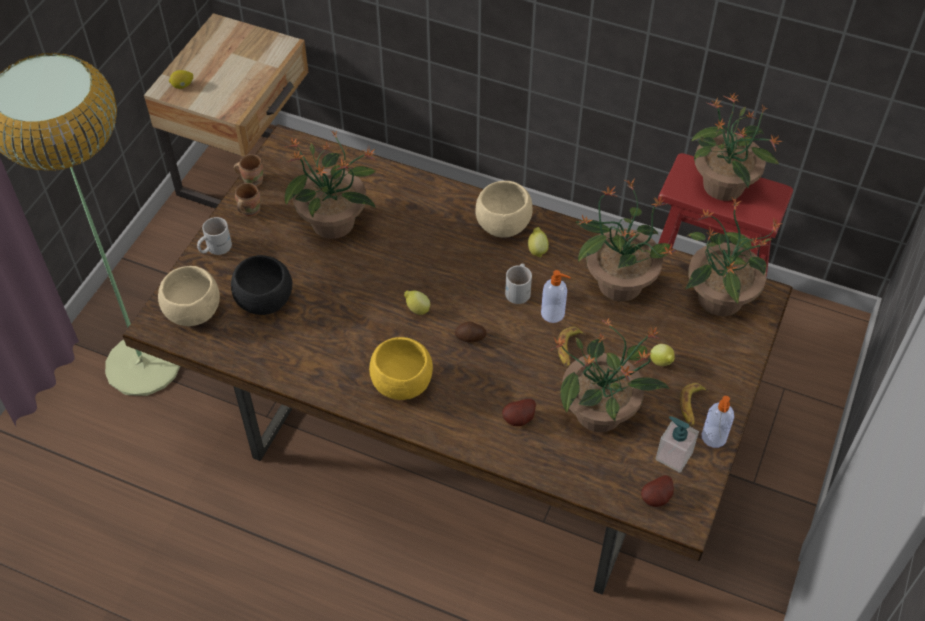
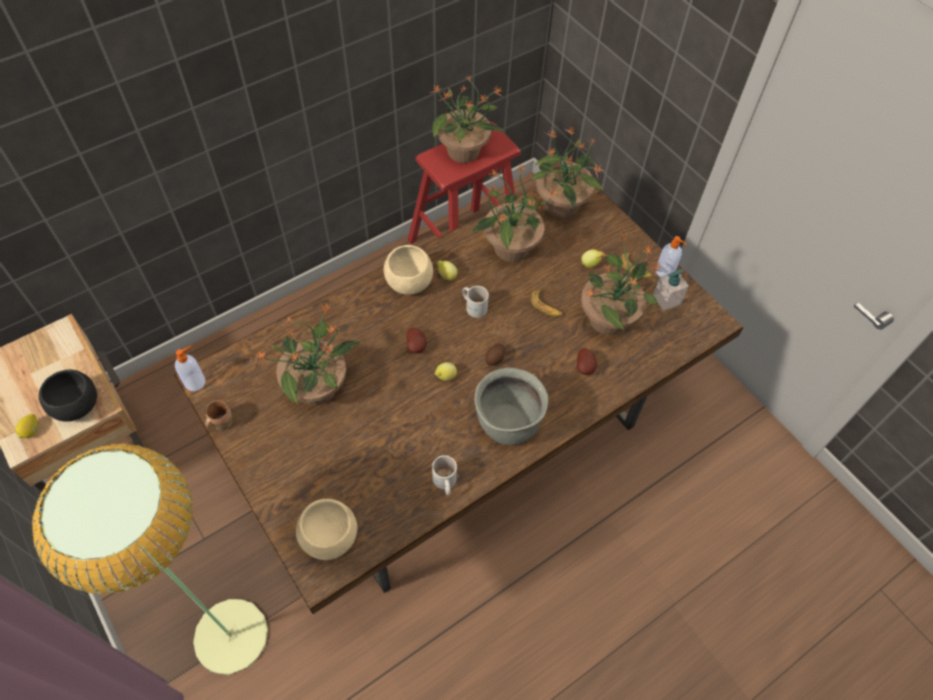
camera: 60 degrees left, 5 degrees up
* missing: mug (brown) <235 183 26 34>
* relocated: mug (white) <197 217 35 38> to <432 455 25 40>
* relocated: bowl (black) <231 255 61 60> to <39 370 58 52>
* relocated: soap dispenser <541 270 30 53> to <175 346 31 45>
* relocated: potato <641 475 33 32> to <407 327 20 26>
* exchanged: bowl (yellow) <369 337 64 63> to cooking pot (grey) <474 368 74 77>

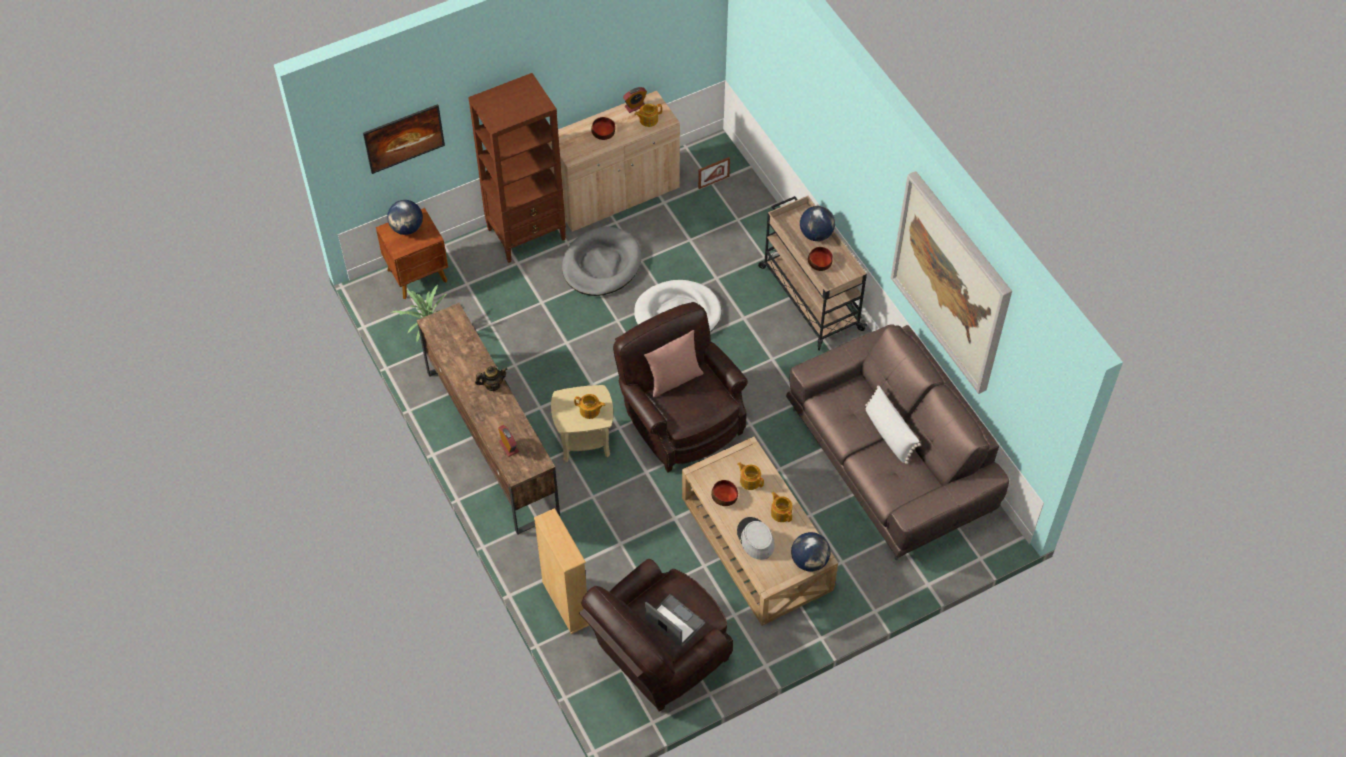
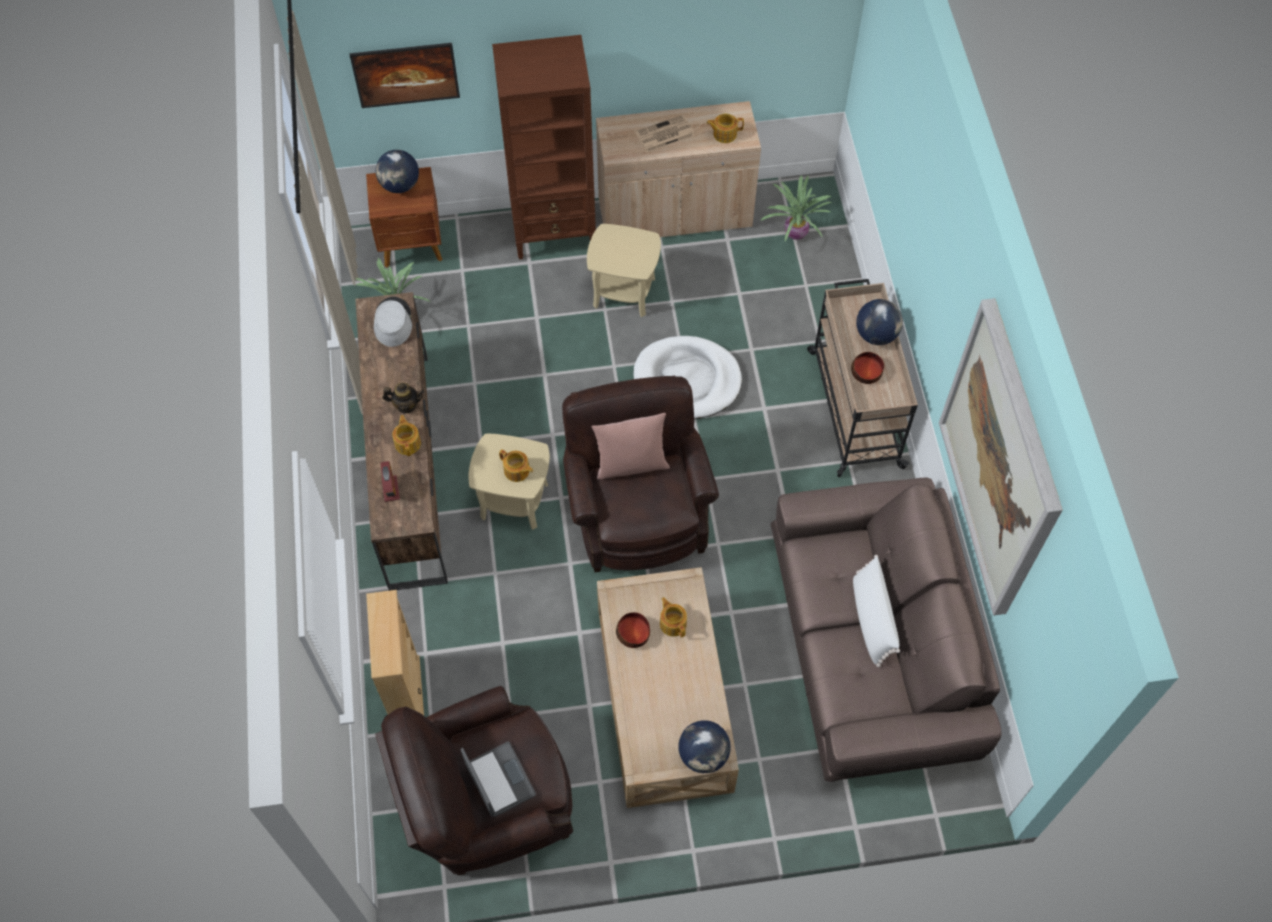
camera: 20 degrees right, 5 degrees up
* missing: alarm clock <623 87 24 26>
* relocated: hat (grey) <737 517 38 43> to <374 297 38 50>
* relocated: teapot <771 492 21 30> to <392 415 29 41>
* exchanged: dog bed (grey) <562 226 80 70> to side table (beige) <587 224 74 93>
* exchanged: bowl <591 117 24 23> to newspaper <635 115 60 37>
* exchanged: picture frame <698 157 32 32> to potted plant <760 175 72 66>

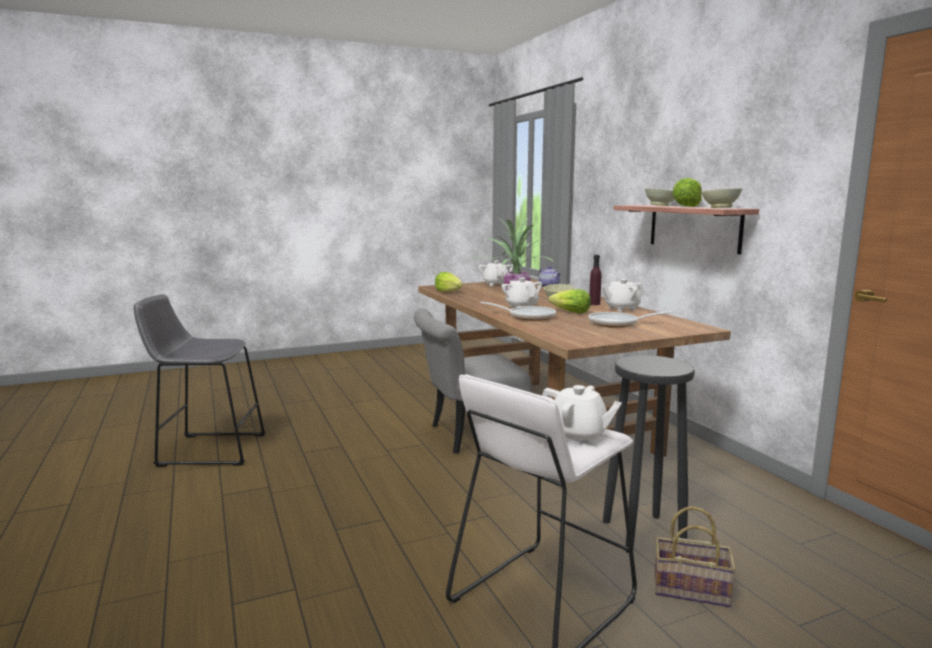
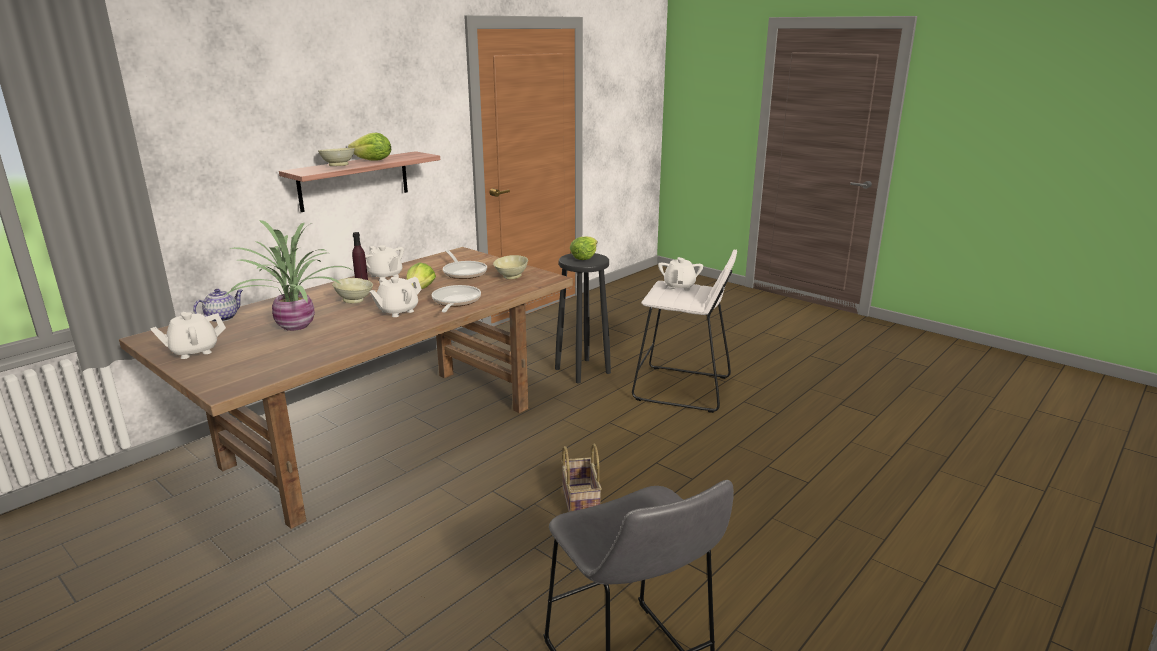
camera: 115 degrees left, 10 degrees up
* missing: chair (grey) <414 308 117 146>
* relocated: lettuce <435 272 27 20> to <570 237 27 23>
* relocated: basket <655 506 81 101> to <561 444 41 68>
* relocated: bowl (beige) <701 189 41 19> to <493 255 35 24>

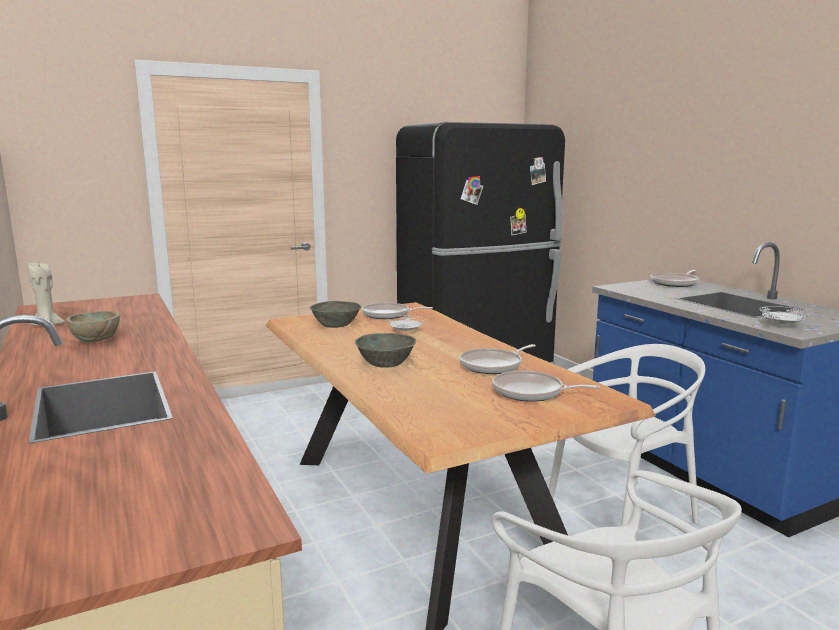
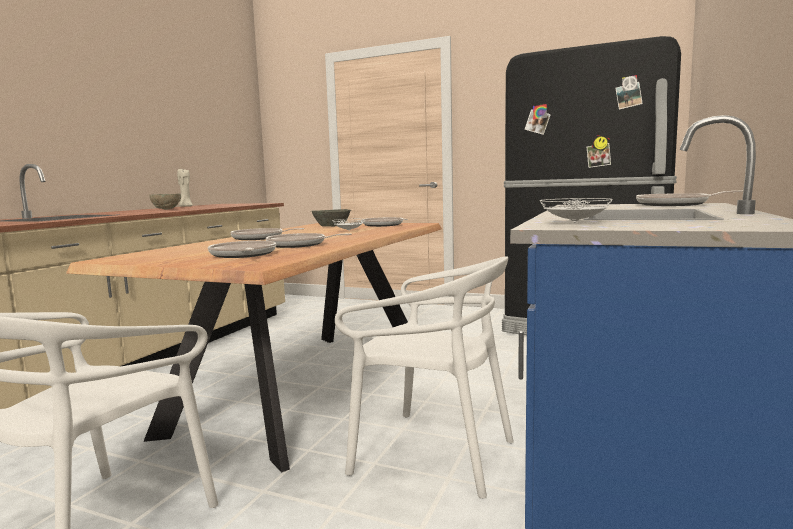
camera: 50 degrees right, 5 degrees down
* exchanged: bowl (grey) <355 333 61 35> to frying pan <230 228 74 12>

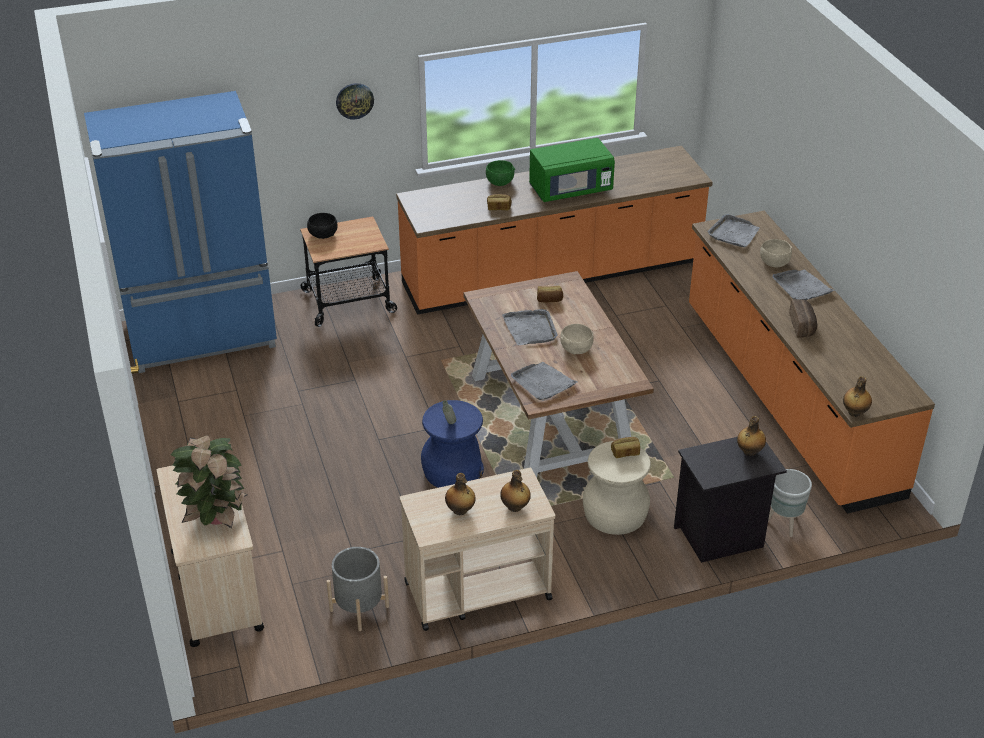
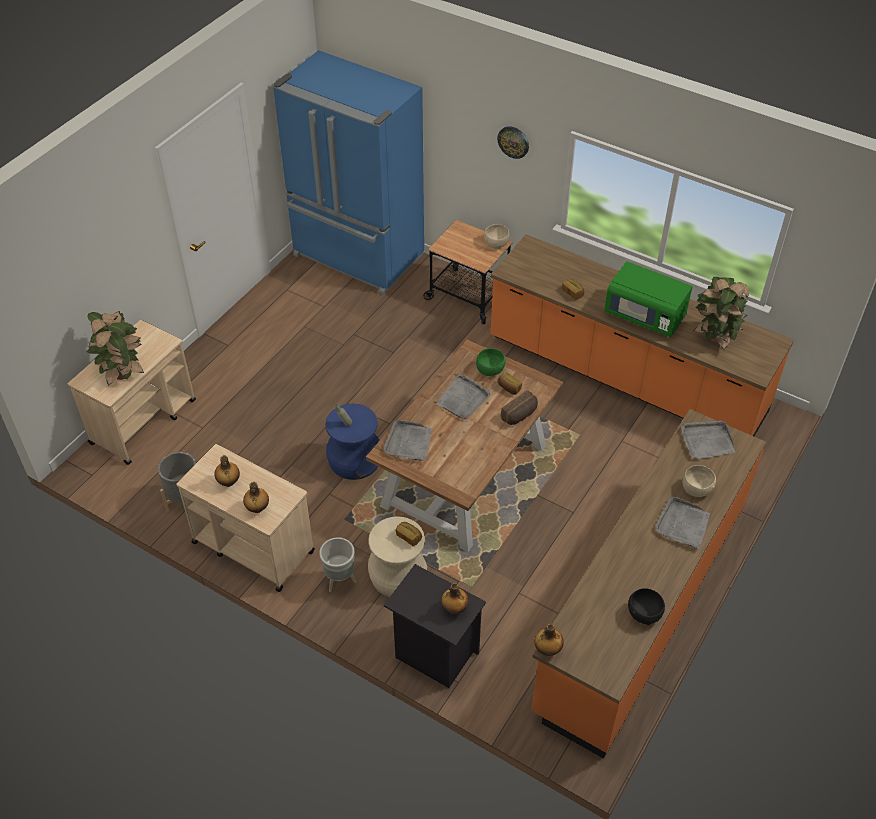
camera: 50 degrees right, 10 degrees up
* appeared: potted plant <693 277 56 73>
* relocated: bowl (black) <307 213 30 26> to <628 588 37 37>
* relocated: bowl (green) <486 160 29 26> to <476 348 30 28>
* relocated: bowl (beige) <560 324 34 30> to <484 224 26 25>
* relocated: planter (grey) <768 469 44 68> to <319 537 38 55>
* relocated: bread <789 299 28 39> to <501 390 37 35>

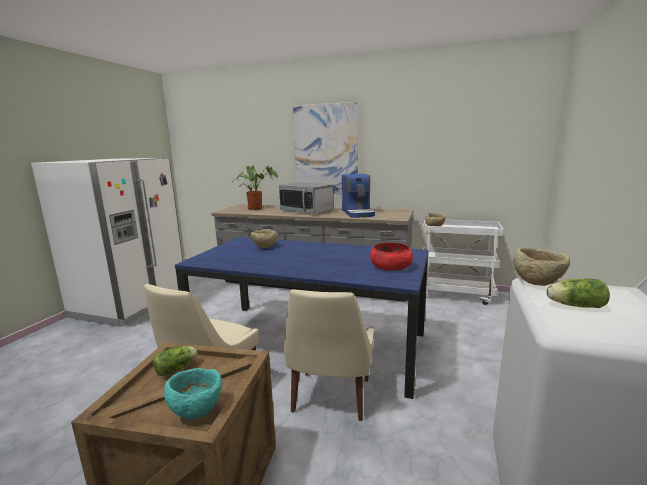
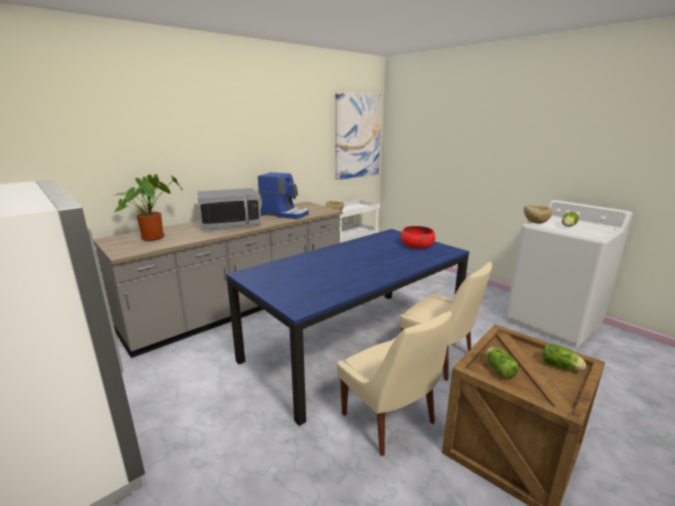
camera: 60 degrees left, 5 degrees up
* missing: bowl (beige) <251 229 26 19>
* relocated: picture <293 102 65 92> to <335 92 47 88>
* exchanged: bowl (turquoise) <164 368 58 52> to lettuce <542 343 44 28>

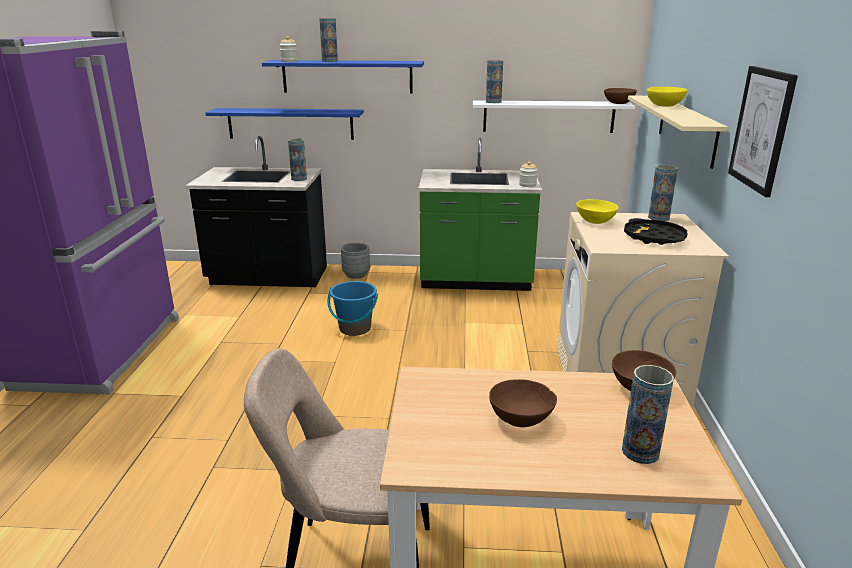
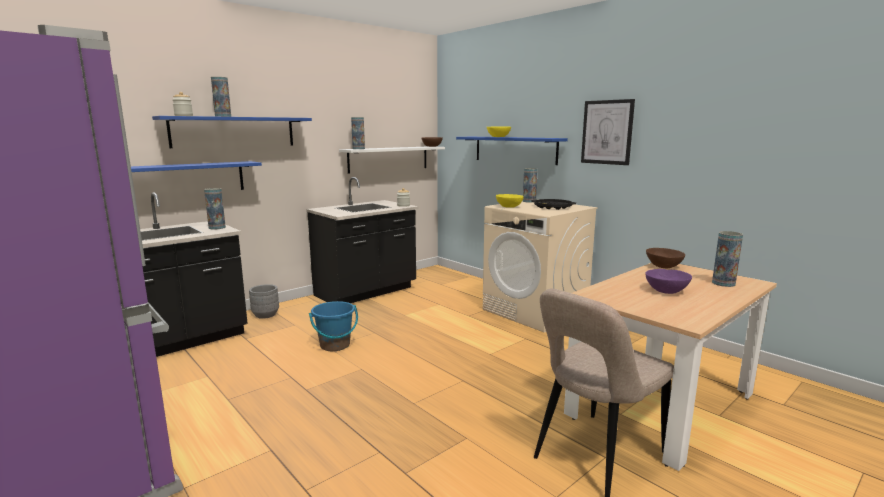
camera: 45 degrees left, 10 degrees down
* colour: counter (green) <419 138 123 153> to counter (black) <306 177 113 126>
* colour: bowl (brown) <489 379 68 48> to bowl (purple) <645 269 47 25>
* colour: shelf (beige) <628 96 100 73> to shelf (blue) <456 137 112 28>

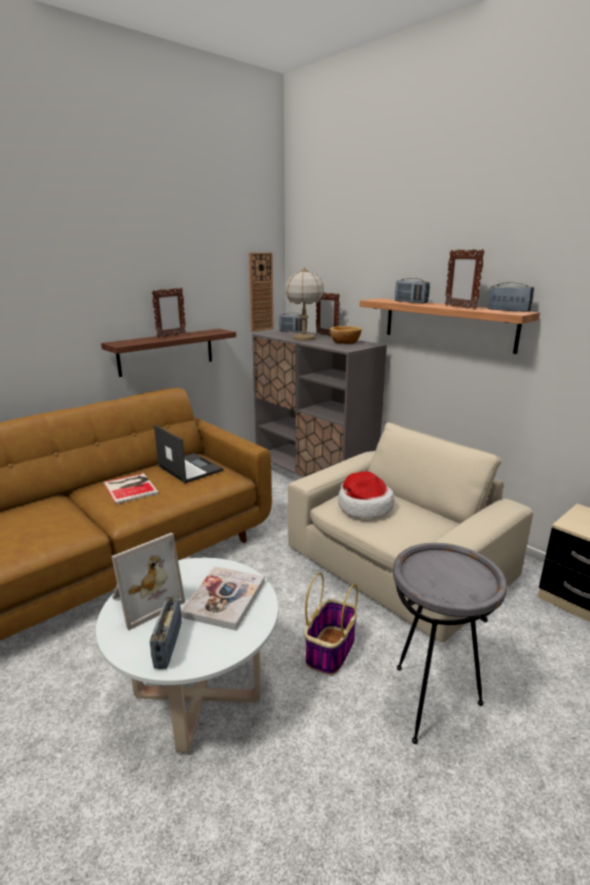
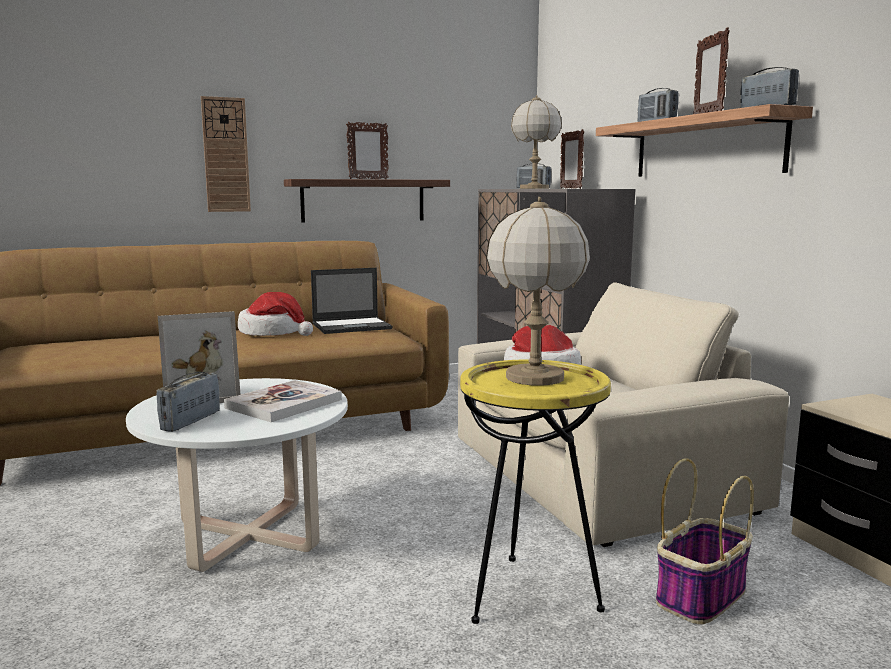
camera: 20 degrees right, 10 degrees down
* missing: bowl <330 326 32 18>
* appeared: table lamp <486 197 104 189>
* relocated: wall clock <249 252 25 80> to <201 96 50 116>
* relocated: basket <304 573 54 102> to <656 458 98 167>
* exchanged: book <103 473 56 31> to hat <238 292 75 44>
* colour: side table (grey) <393 543 114 201> to side table (yellow) <460 360 151 264>
* spun: laptop <154 425 69 58> = <311 268 82 66> 90 degrees clockwise

